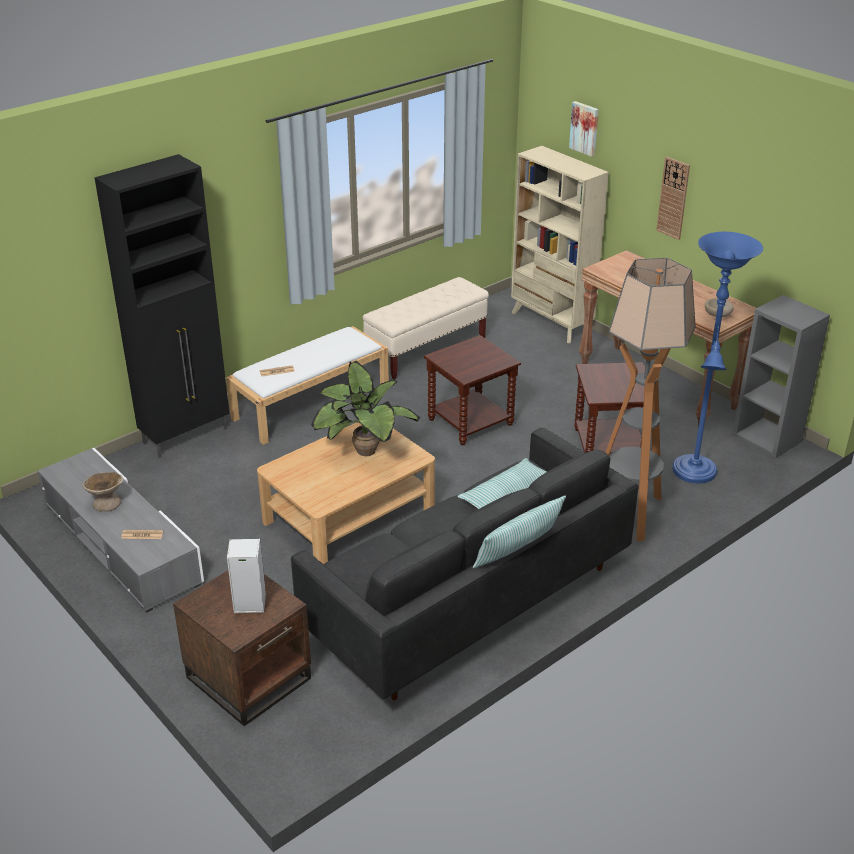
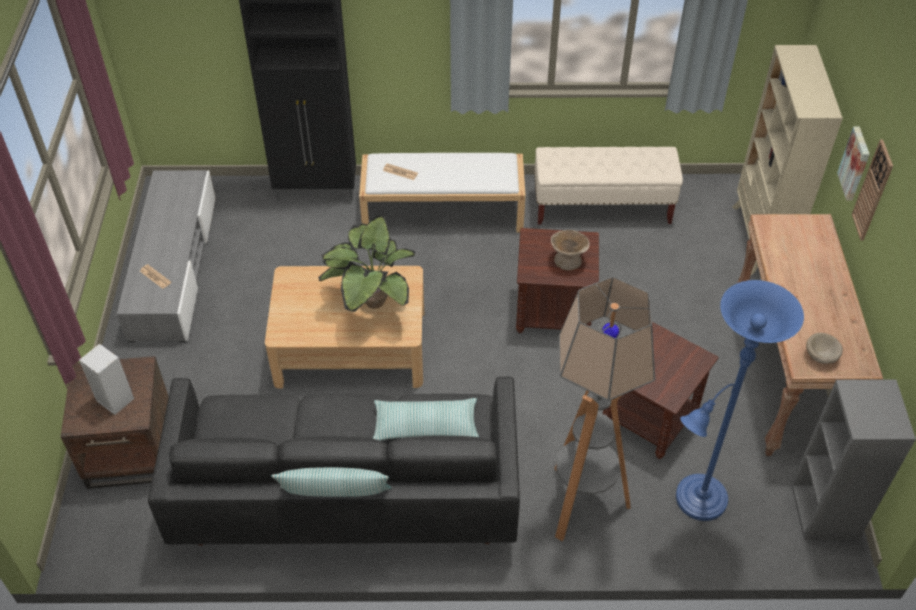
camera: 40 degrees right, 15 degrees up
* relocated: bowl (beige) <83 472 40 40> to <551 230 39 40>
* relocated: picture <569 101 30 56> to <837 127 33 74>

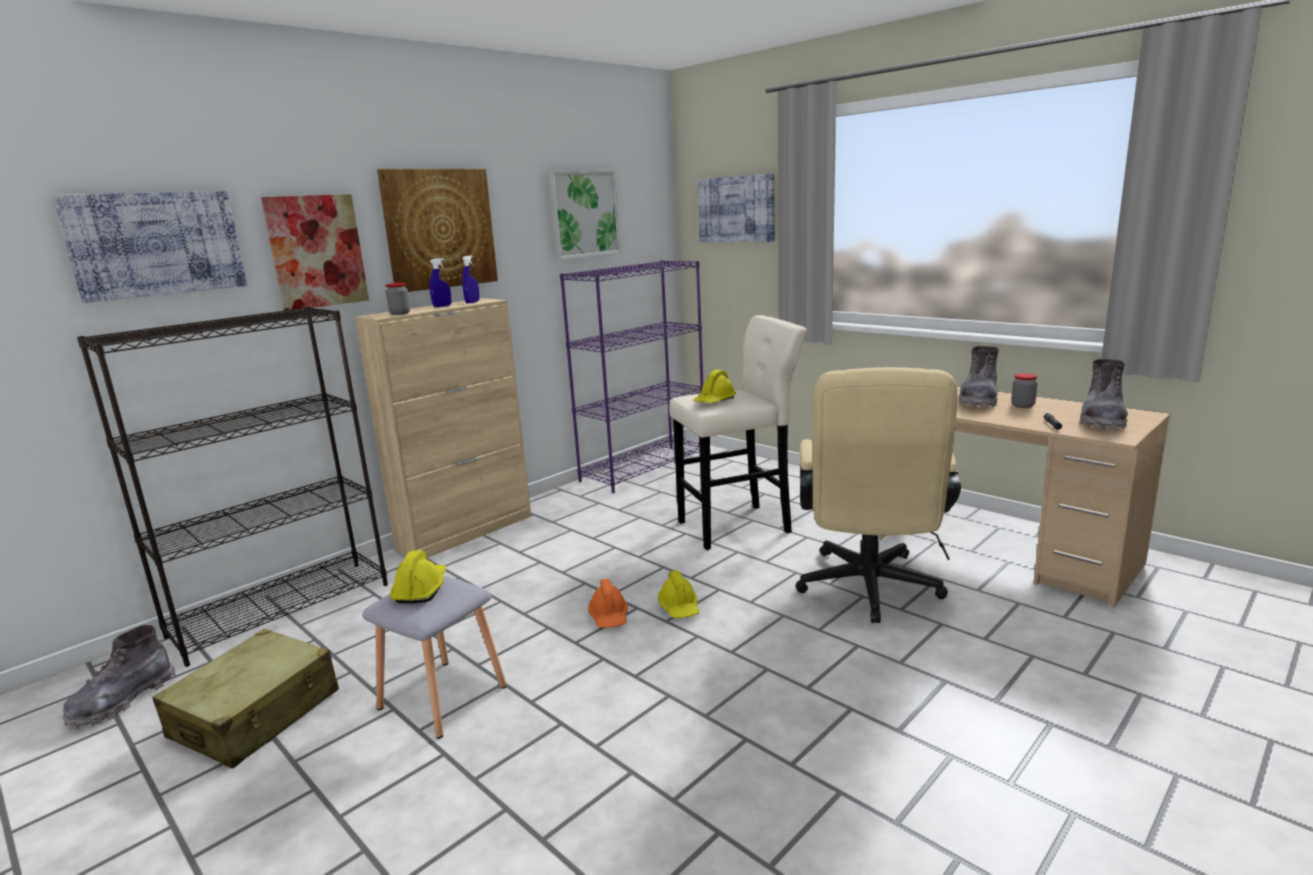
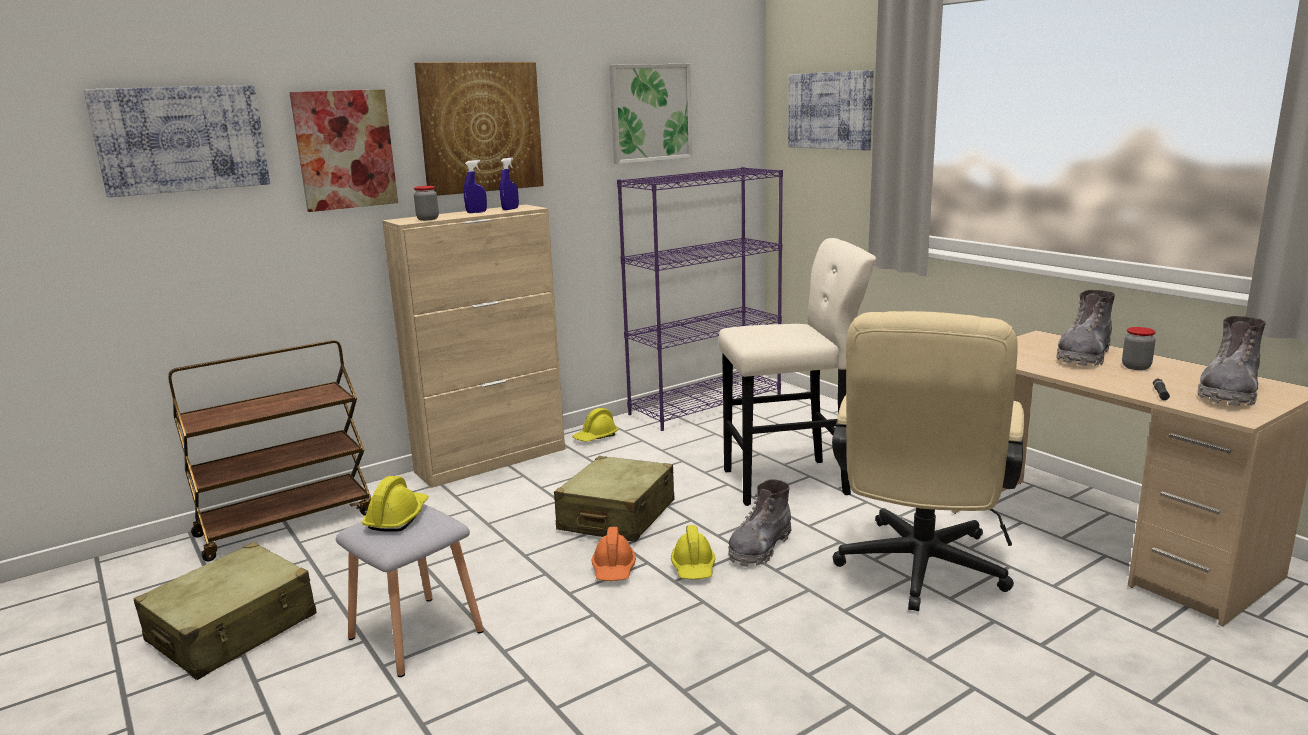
camera: 10 degrees right, 0 degrees up
* appeared: suitcase (beige) <554 456 120 86>
* relocated: boot (grey) <63 625 113 105> to <728 479 64 88>
* relocated: hard hat (yellow) <694 370 43 33> to <572 408 47 34>
* exchanged: bookcase (black) <77 307 311 360> to cart (brown) <168 340 203 222>

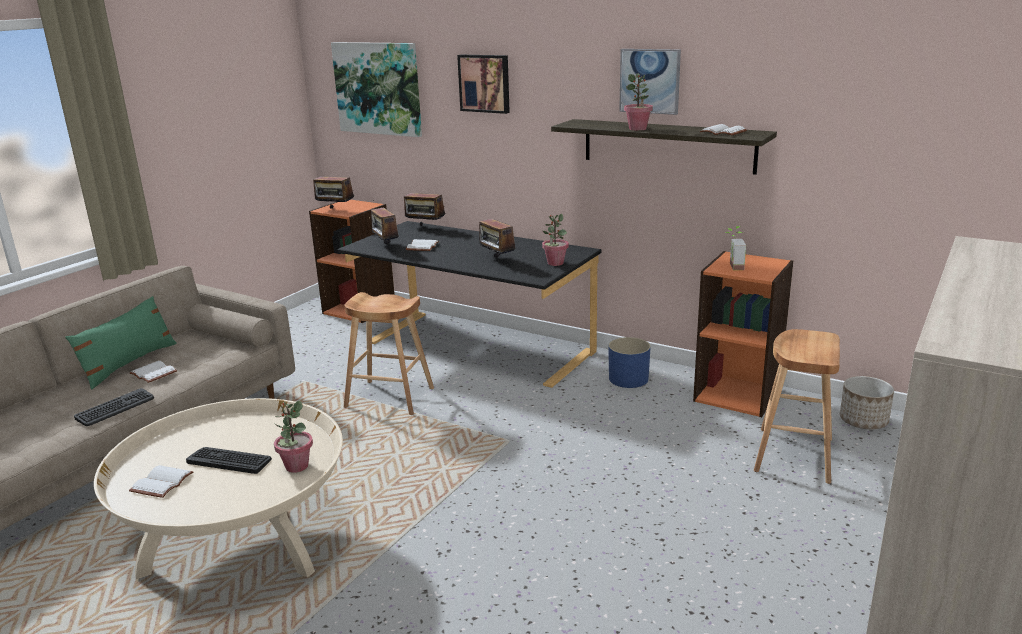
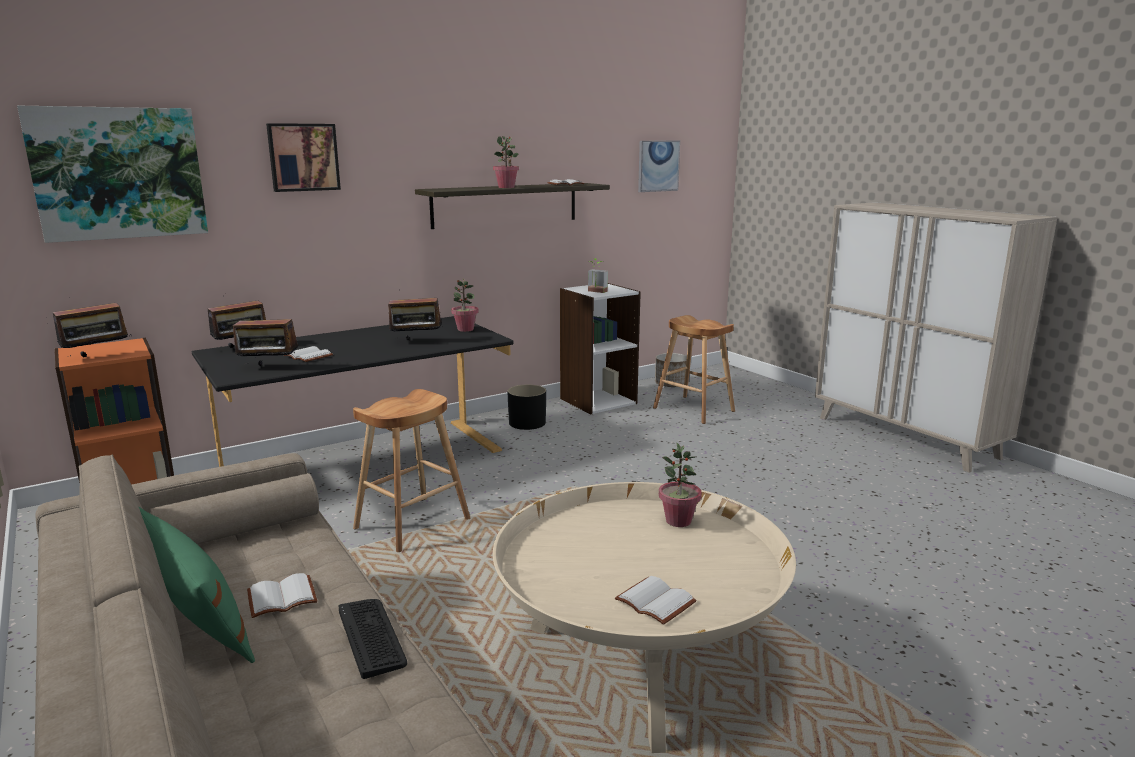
camera: 65 degrees left, 5 degrees down
* missing: keyboard <186 447 86 27>
* relocated: picture <619 49 62 66> to <638 141 42 51>
* colour: planter (blue) <609 337 41 51> to planter (black) <507 385 39 45>
* colour: bookcase (orange) <693 251 100 166> to bookcase (white) <560 283 81 131>

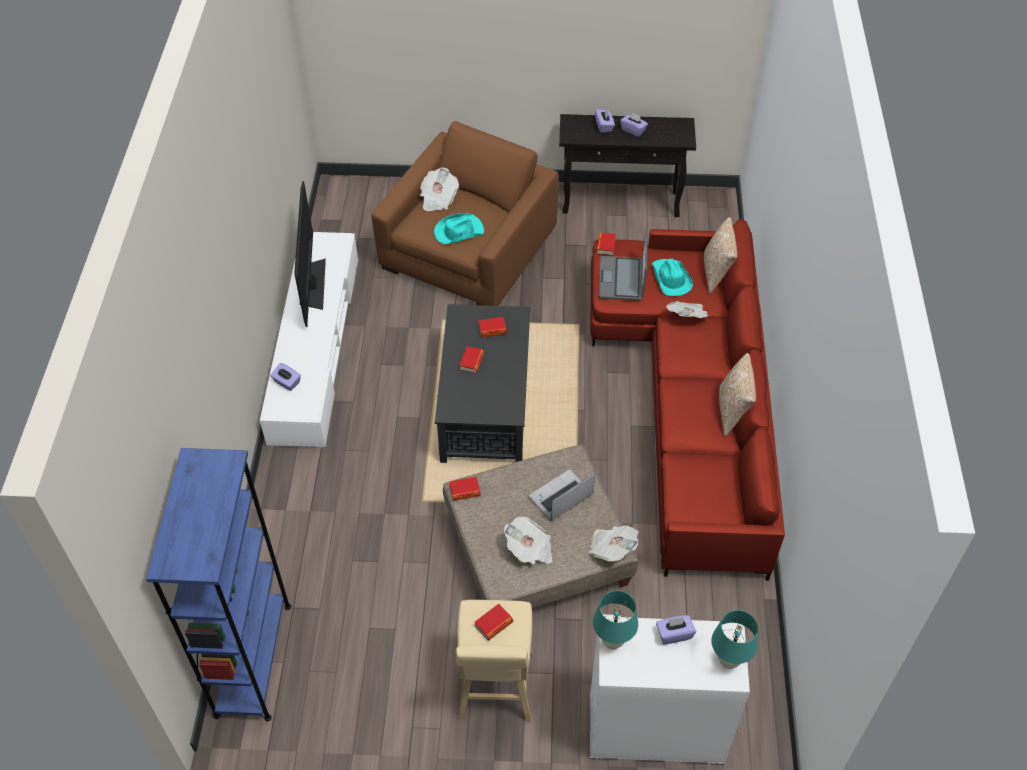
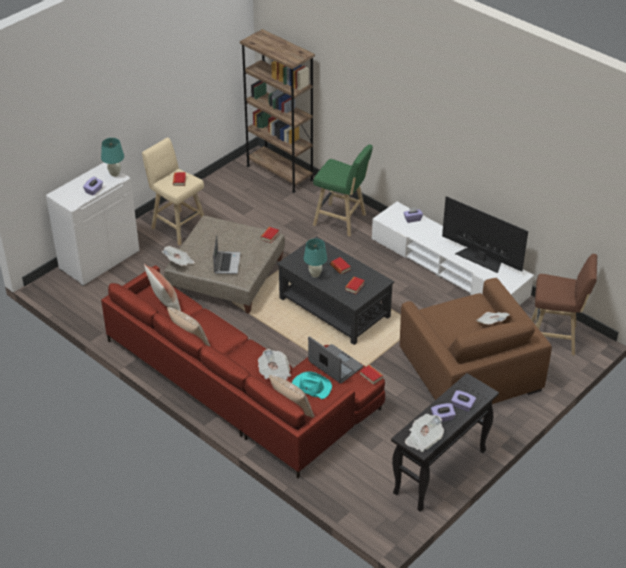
camera: 130 degrees right, 10 degrees down
* missing: hat (turquoise) <434 213 50 31>
* appeared: pillow <144 264 37 47>
* appeared: stool (green) <313 144 60 93>
* appeared: stool (brown) <531 254 66 101>
* relocated: newspaper <504 517 48 47> to <405 414 39 38>
* relocated: table lamp (turquoise) <711 610 47 59> to <304 239 23 39>
* colour: bookcase (blue) <146 448 145 273> to bookcase (brown) <240 29 75 164>

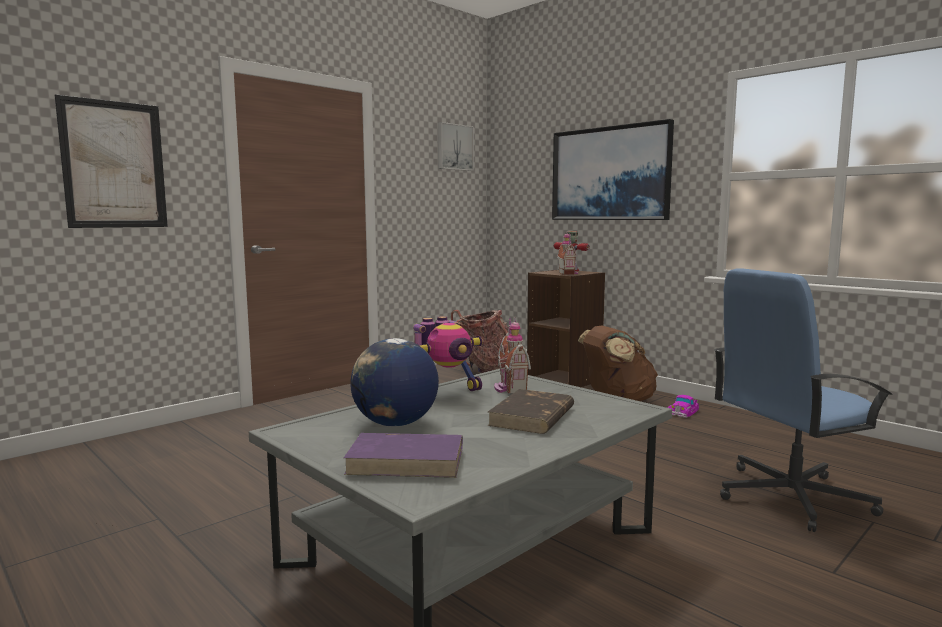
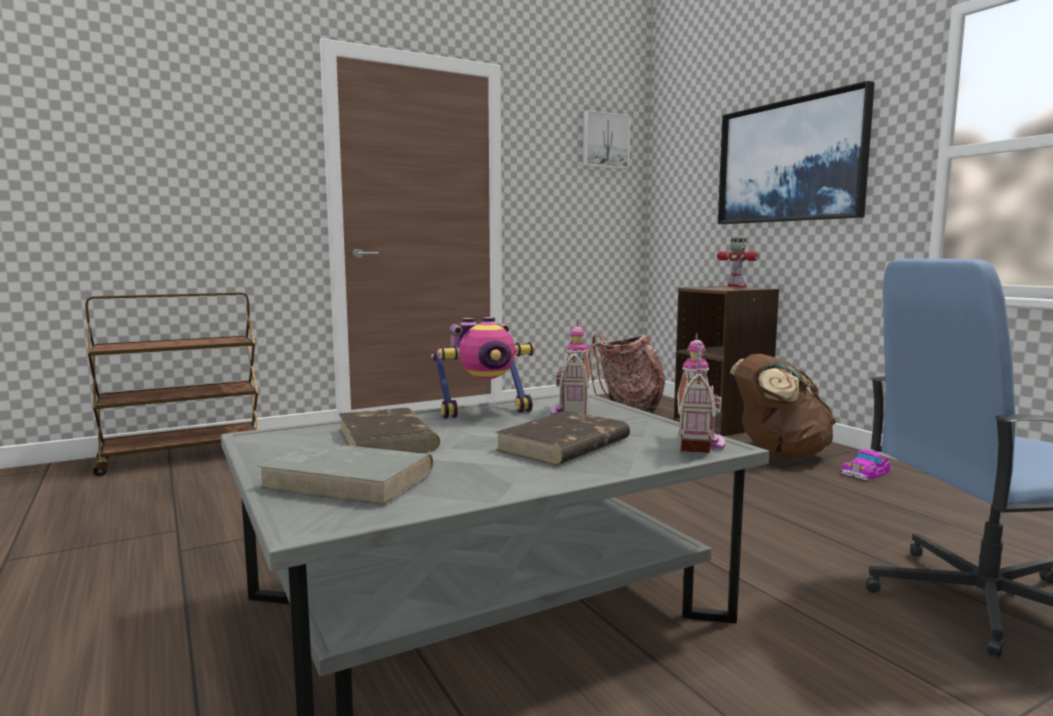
camera: 15 degrees right, 0 degrees up
* missing: picture <55 94 113 134>
* appeared: cart (brown) <85 292 174 184>
* relocated: toy house <557 232 21 43> to <677 333 48 120>
* exchanged: globe <350 338 89 89> to book (brown) <339 408 101 45>
* colour: book (purple) <344 433 119 45> to book (grey) <258 442 175 63>

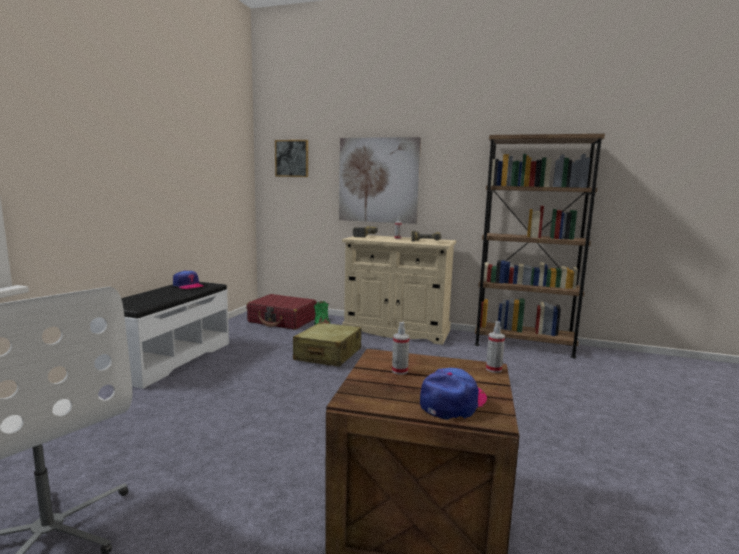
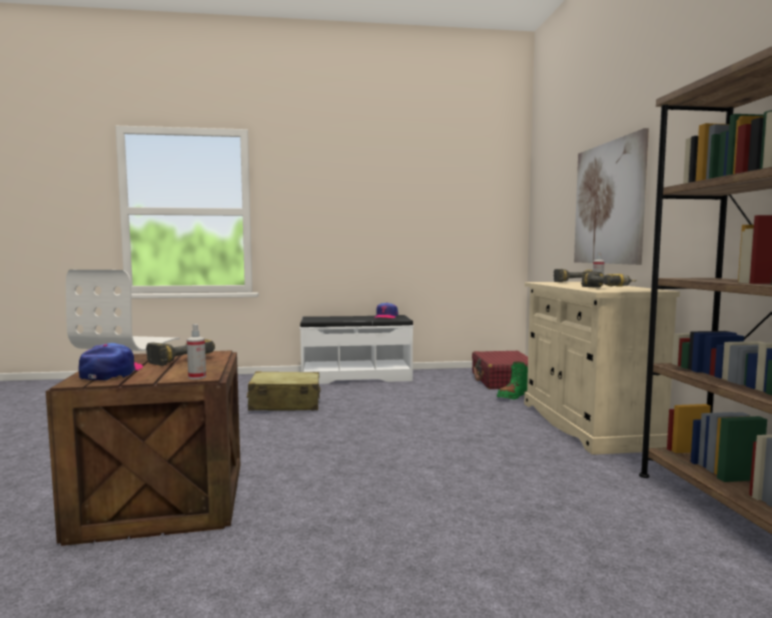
camera: 65 degrees right, 5 degrees down
* missing: picture <275 140 33 37>
* relocated: suitcase (beige) <293 322 68 45> to <247 371 73 40>
* exchanged: spray bottle <392 322 17 53> to power drill <146 339 69 27>
* spun: cap <420 368 67 52> = <79 343 64 37> 105 degrees counterclockwise

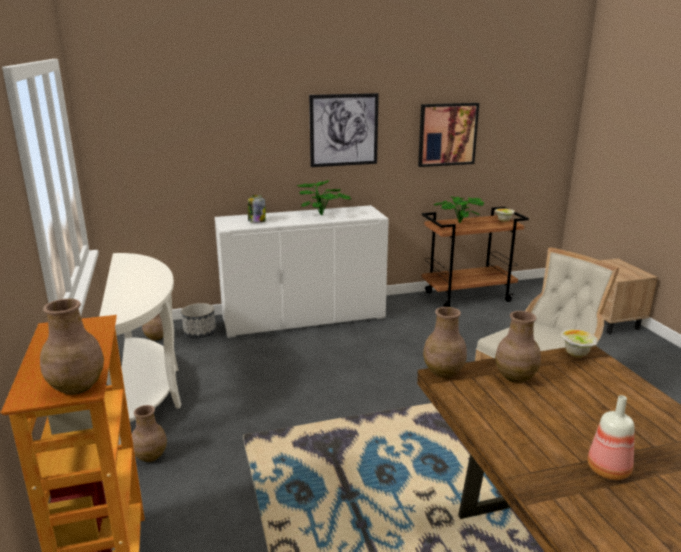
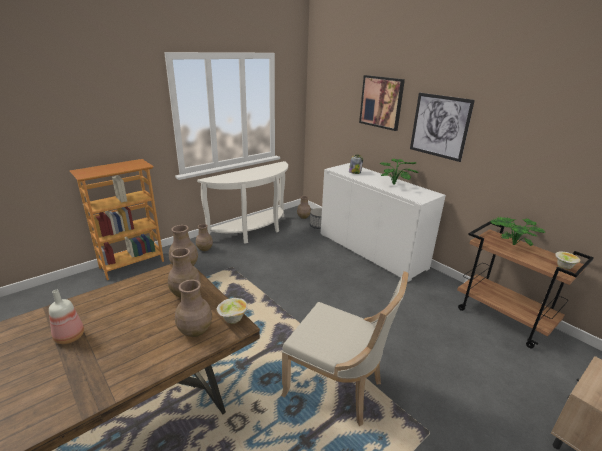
camera: 65 degrees right, 5 degrees up
* relocated: vase (brown) <40 299 64 96> to <175 280 37 57>
* relocated: picture <418 103 61 64> to <359 75 46 56>

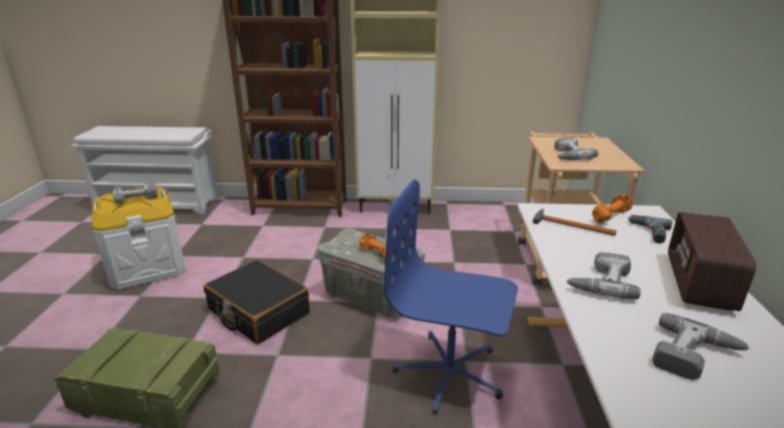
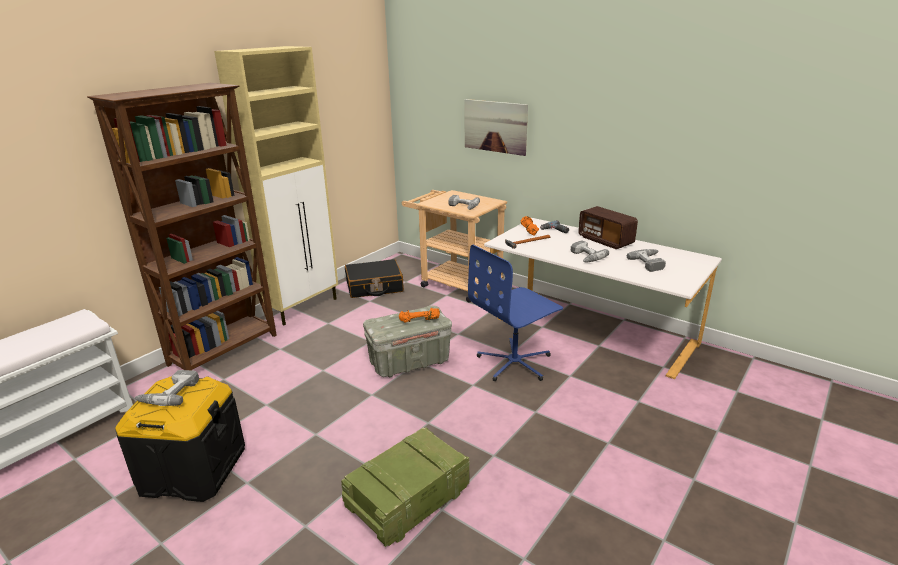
camera: 55 degrees left, 0 degrees up
* appeared: picture <464 99 64 57>
* relocated: suitcase (black) <204 260 106 84> to <345 259 59 39>
* colour: storage box (white) <91 187 95 103> to storage box (black) <115 376 130 126>

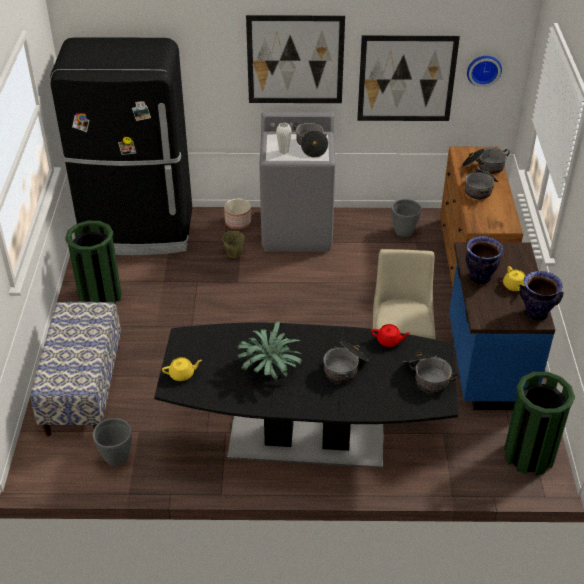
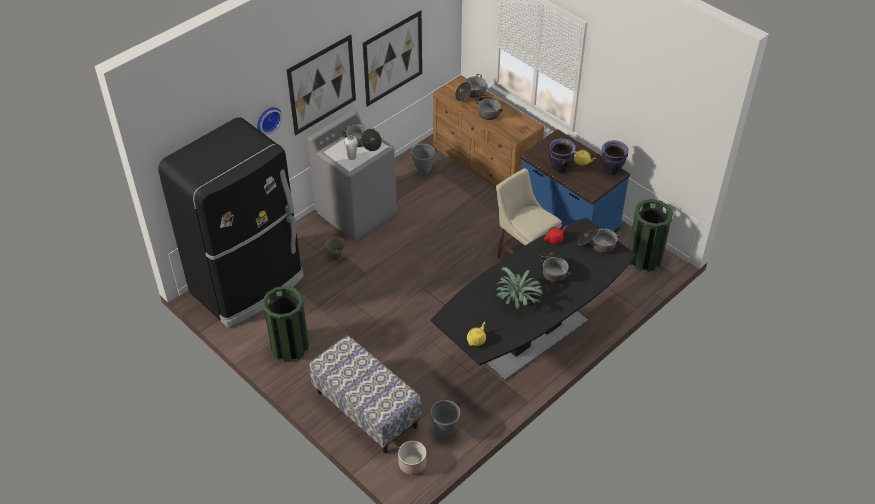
camera: 45 degrees left, 5 degrees up
* relocated: planter <224 199 27 30> to <398 441 29 34>
* relocated: wall clock <467 56 35 31> to <257 107 25 28>

